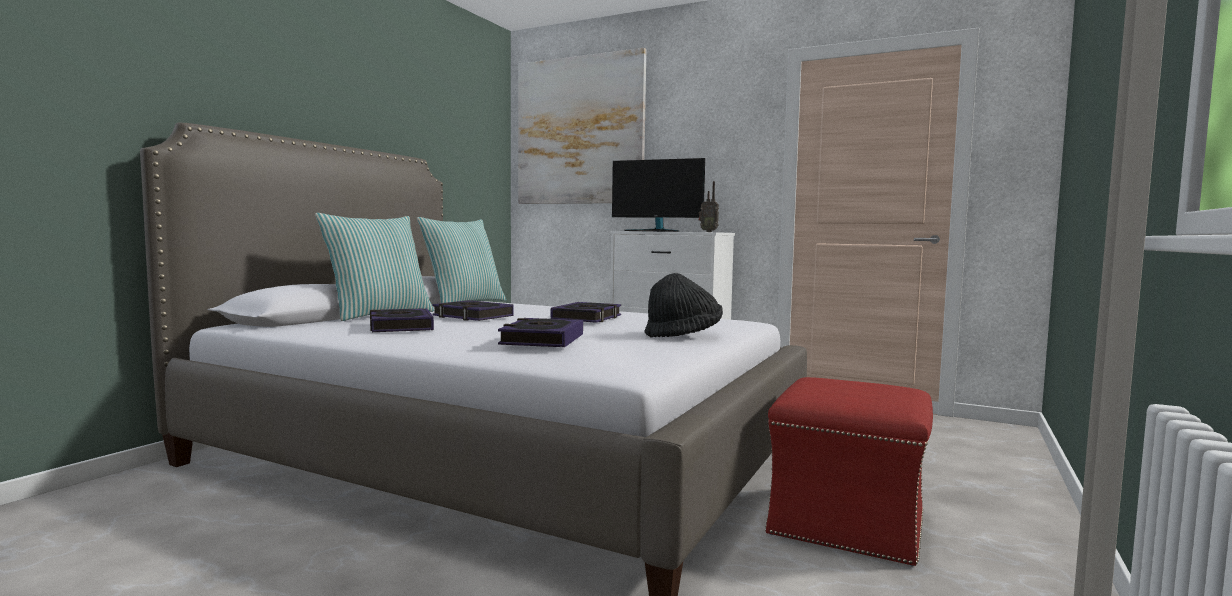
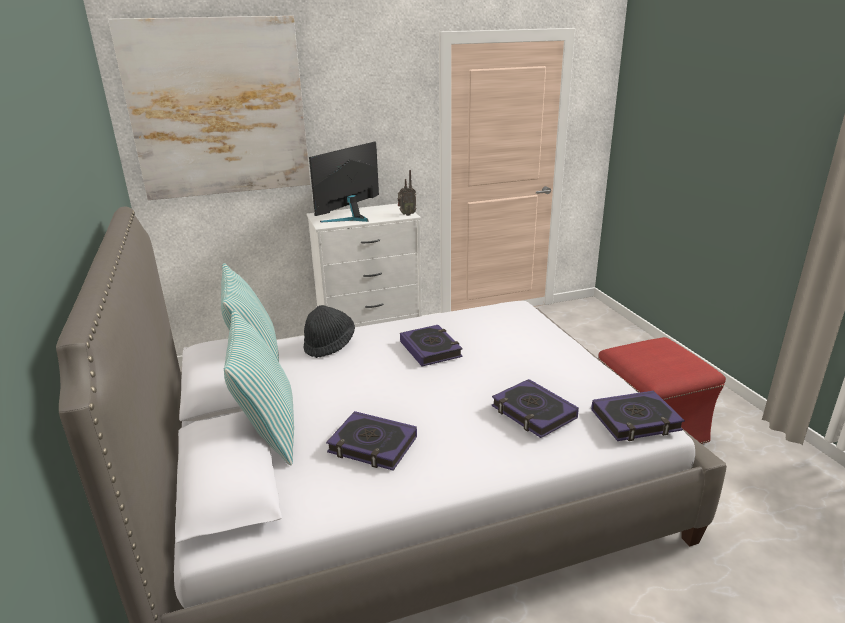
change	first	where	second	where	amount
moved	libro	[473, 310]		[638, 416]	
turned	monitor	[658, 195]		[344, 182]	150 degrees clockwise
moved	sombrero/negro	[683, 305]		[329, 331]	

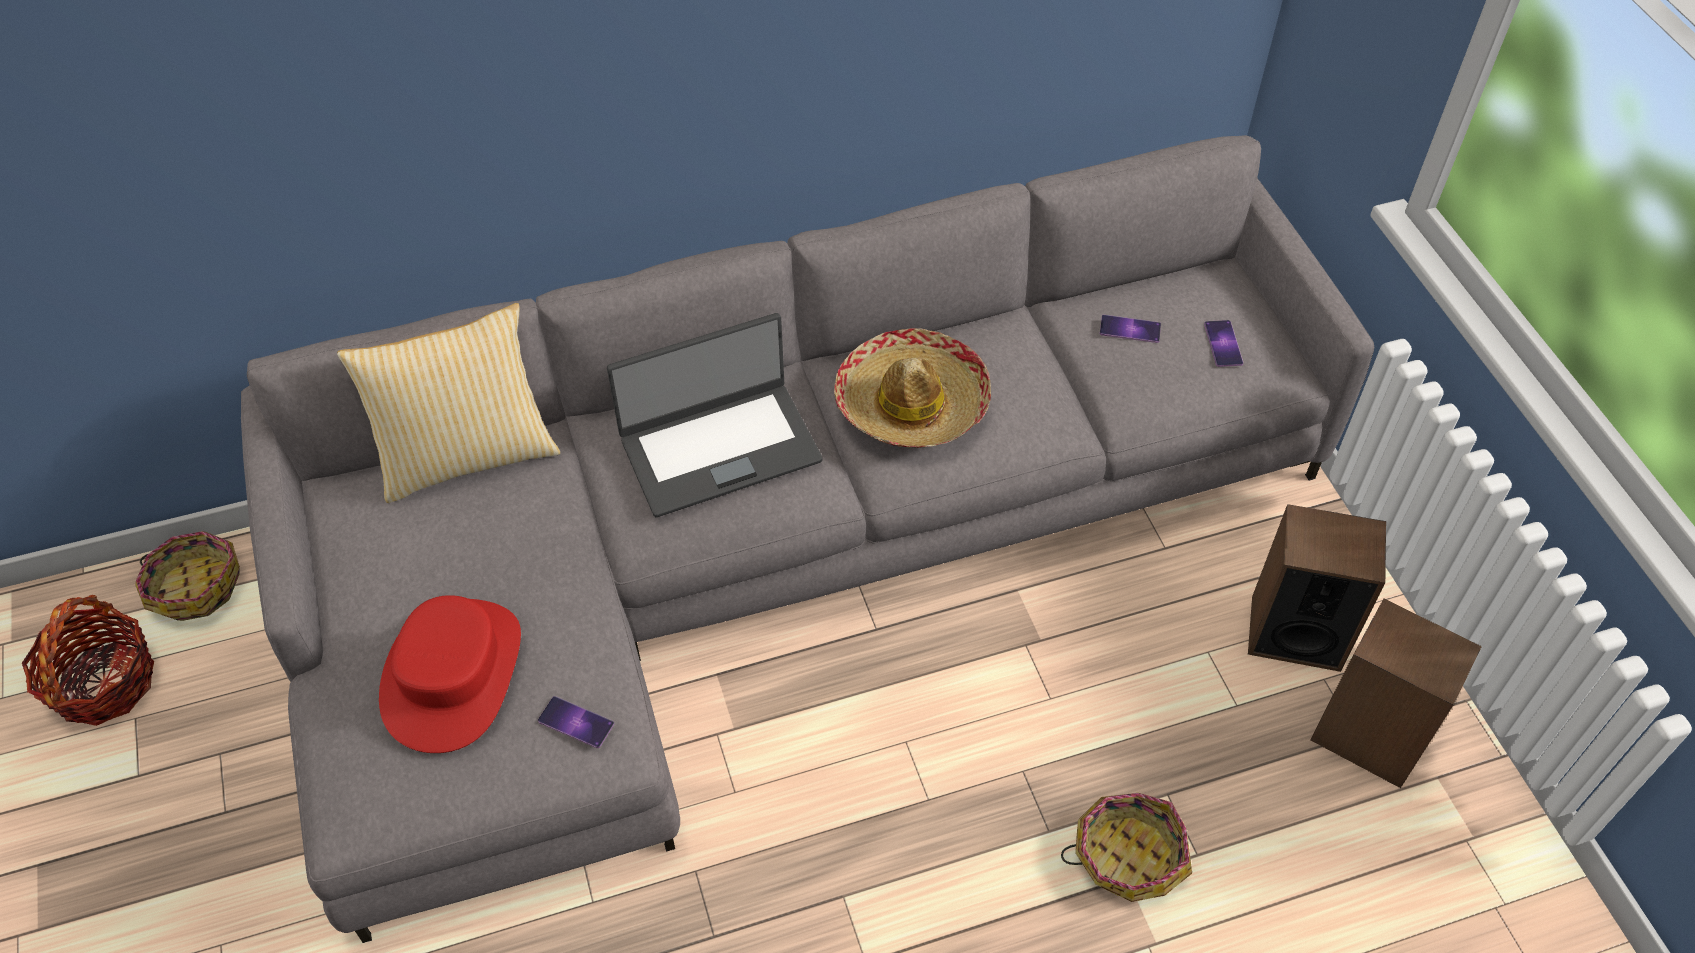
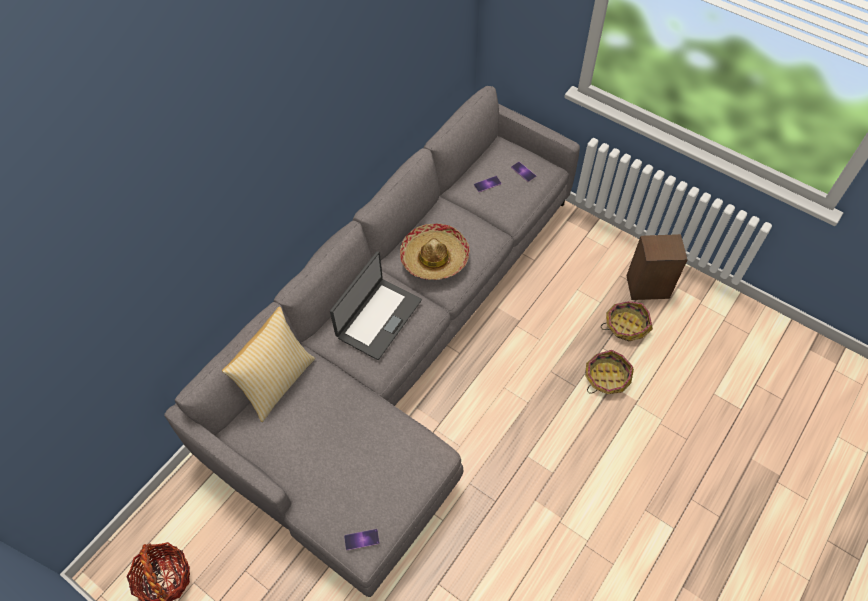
change	first	where	second	where	amount
moved	cesta	[187, 576]		[627, 321]	
removed	sombrero/rojo	[450, 674]			
moved	móvil	[576, 722]		[362, 539]	
removed	altavoz	[1317, 588]			

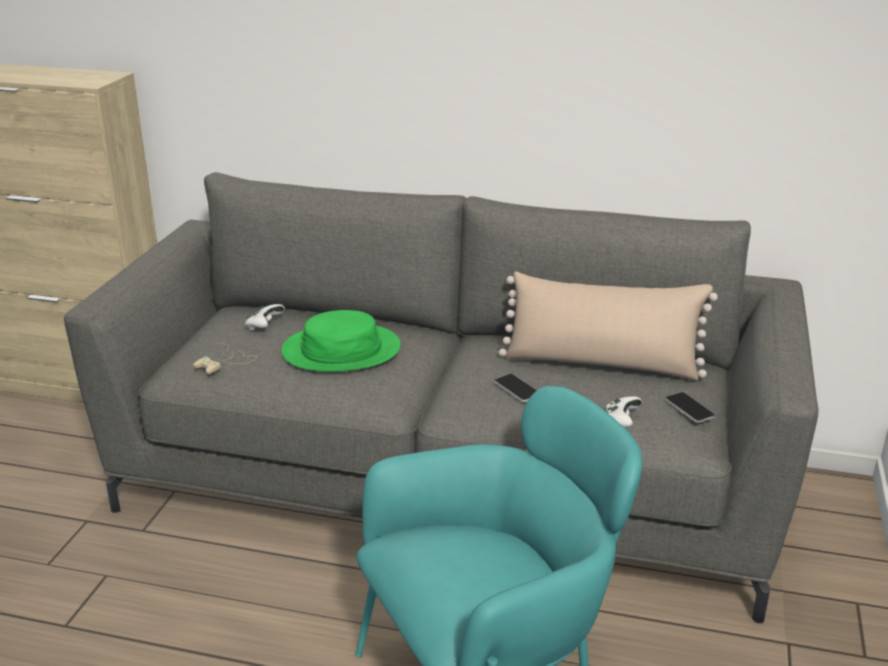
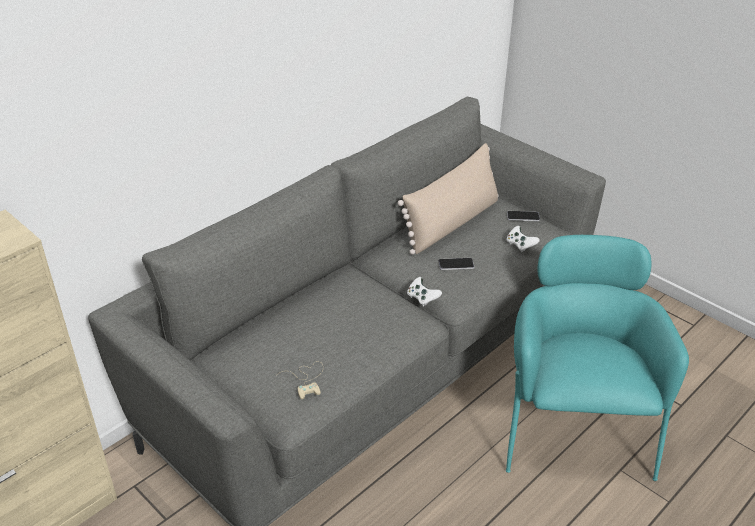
change	first	where	second	where	amount
moved	mando de consola/blanco	[265, 317]		[424, 292]	
removed	sombrero/verde	[341, 341]			

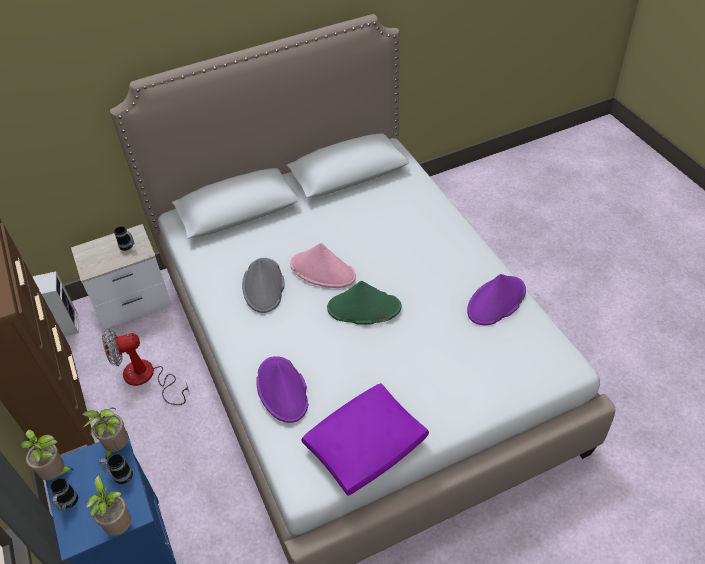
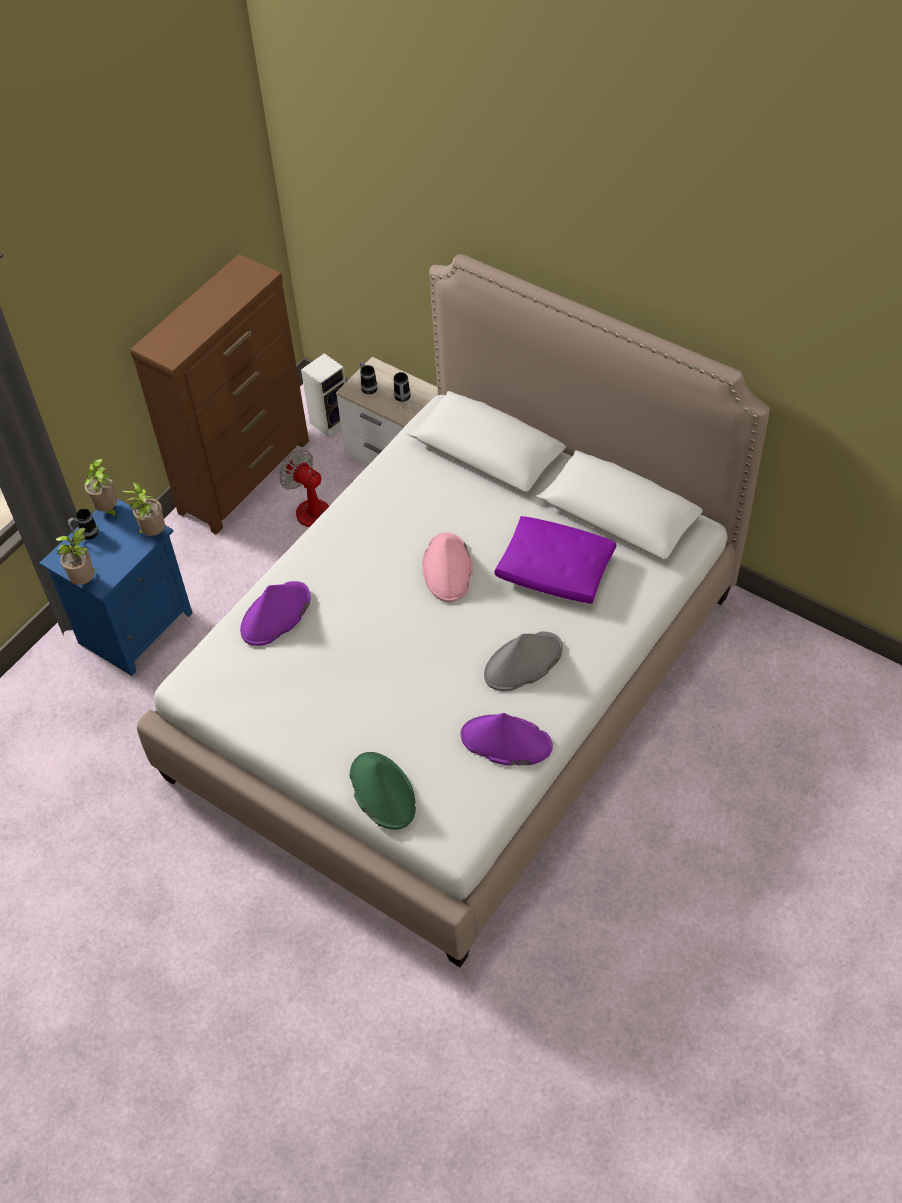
change	first	where	second	where	amount
moved	taza grande	[116, 469]		[368, 377]	
moved	sombrero/gris	[263, 285]		[523, 661]	
moved	cojín/morado	[365, 439]		[555, 559]	
moved	sombrero/verde	[364, 303]		[383, 791]	

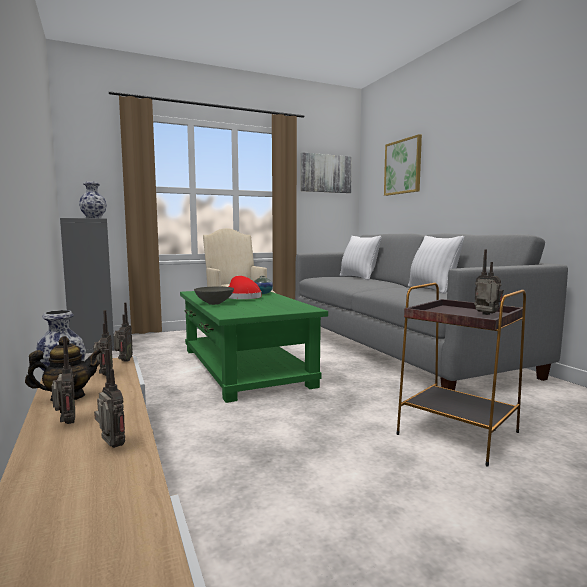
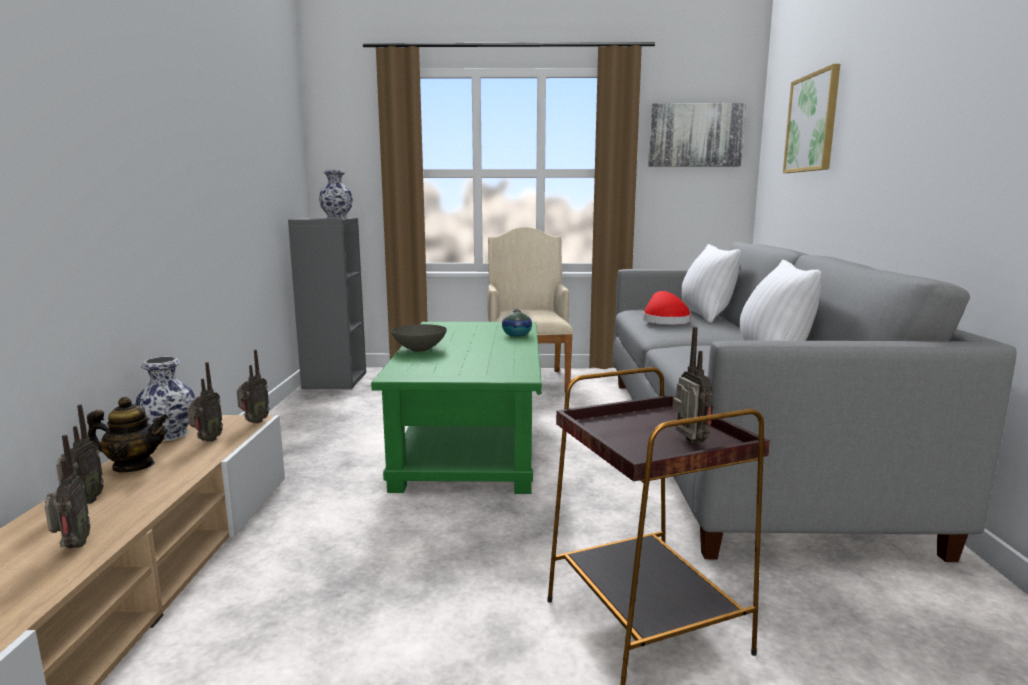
change	first	where	second	where	amount
moved	sombrero/rojo	[245, 287]		[667, 307]	

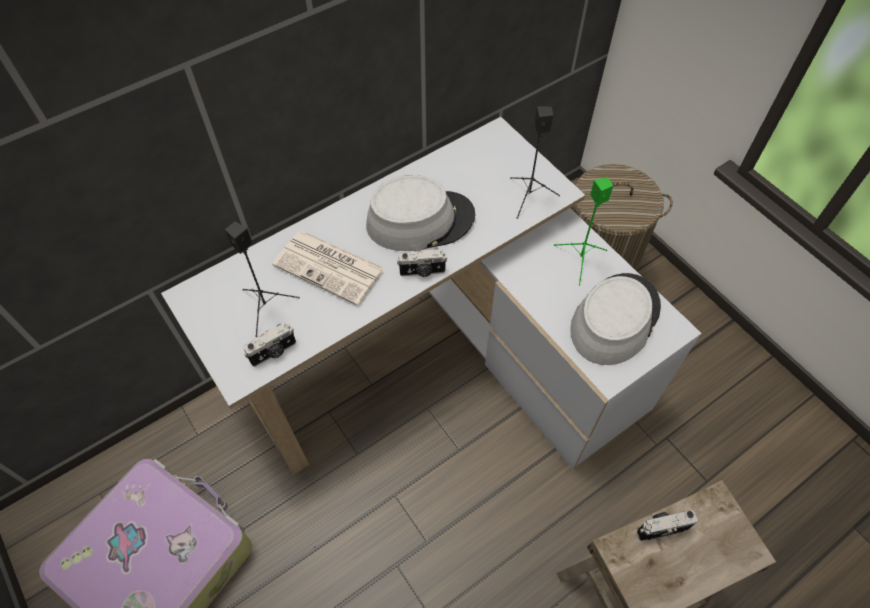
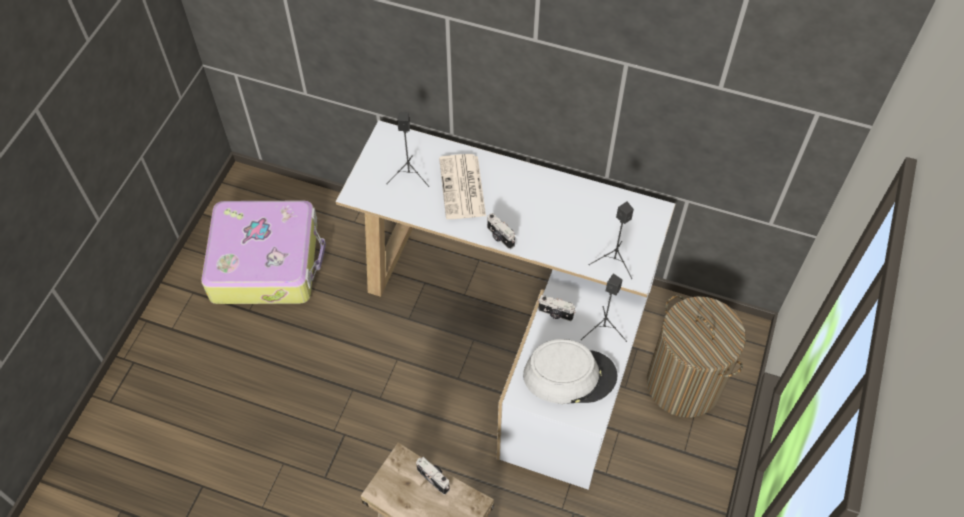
change	first	where	second	where	amount
moved	cámara	[269, 344]		[557, 308]	
removed	sombrero/gris	[420, 213]			
recoloured	altavoz/verde	[583, 231]	altavoz/negro	[604, 308]	

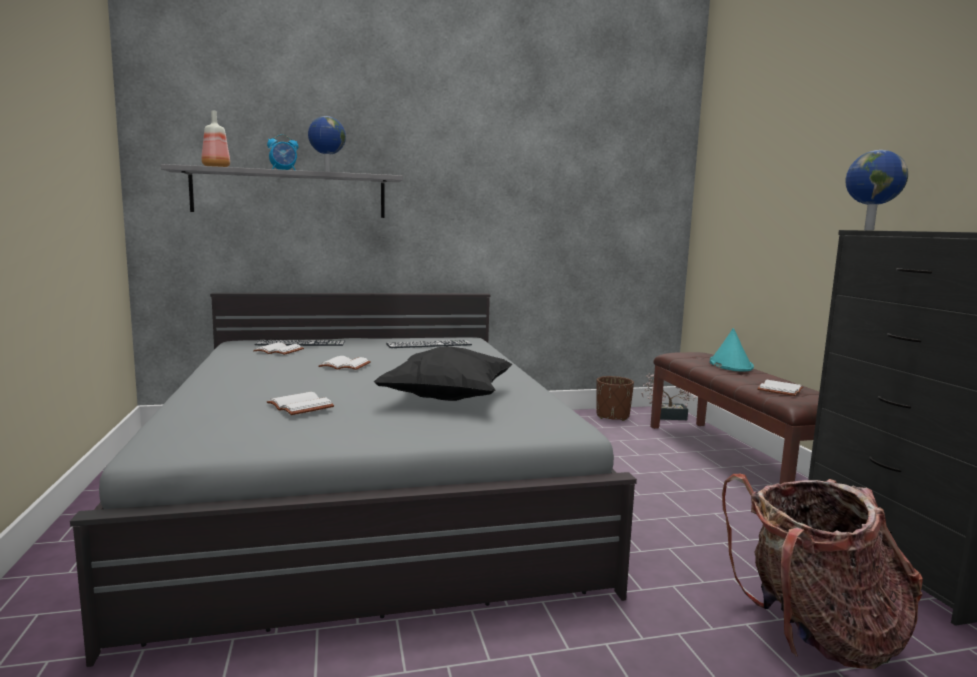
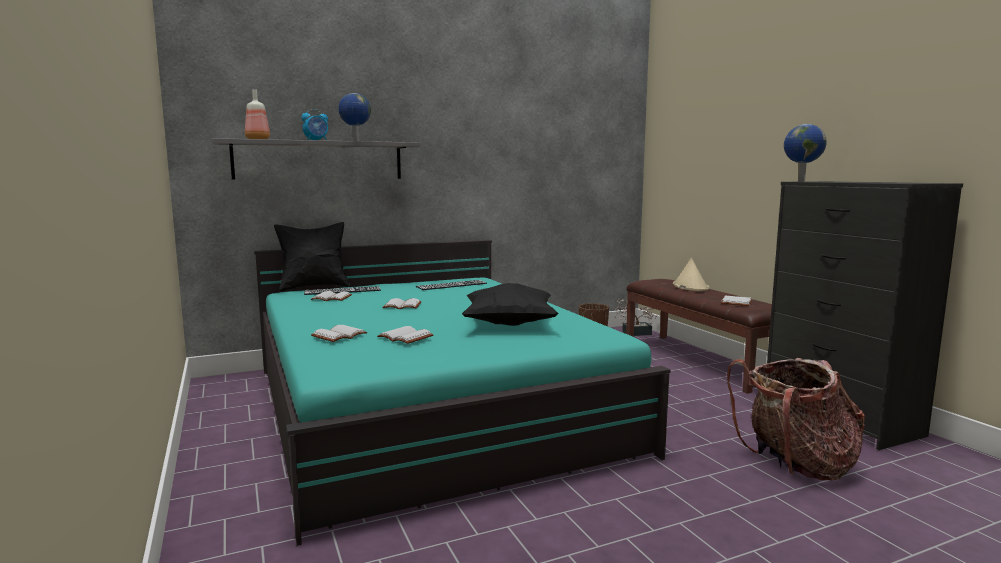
change	first	where	second	where	amount
recoloured	cama/gris	[353, 480]	cama/turquesa	[462, 393]	
recoloured	sombrero/turquesa	[732, 350]	sombrero/beis	[691, 274]	
added			cojín/negro	[312, 257]	
added			libro/blanco	[339, 333]	

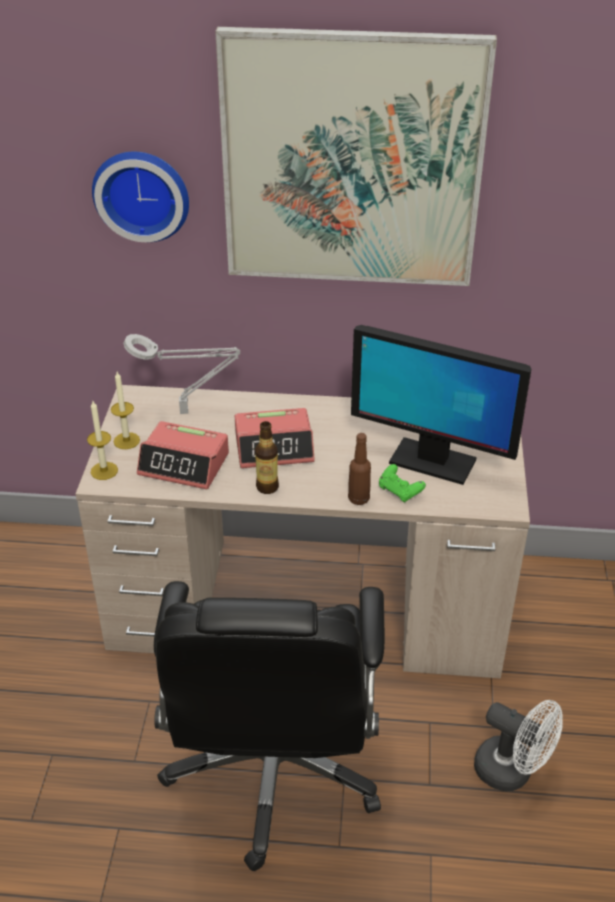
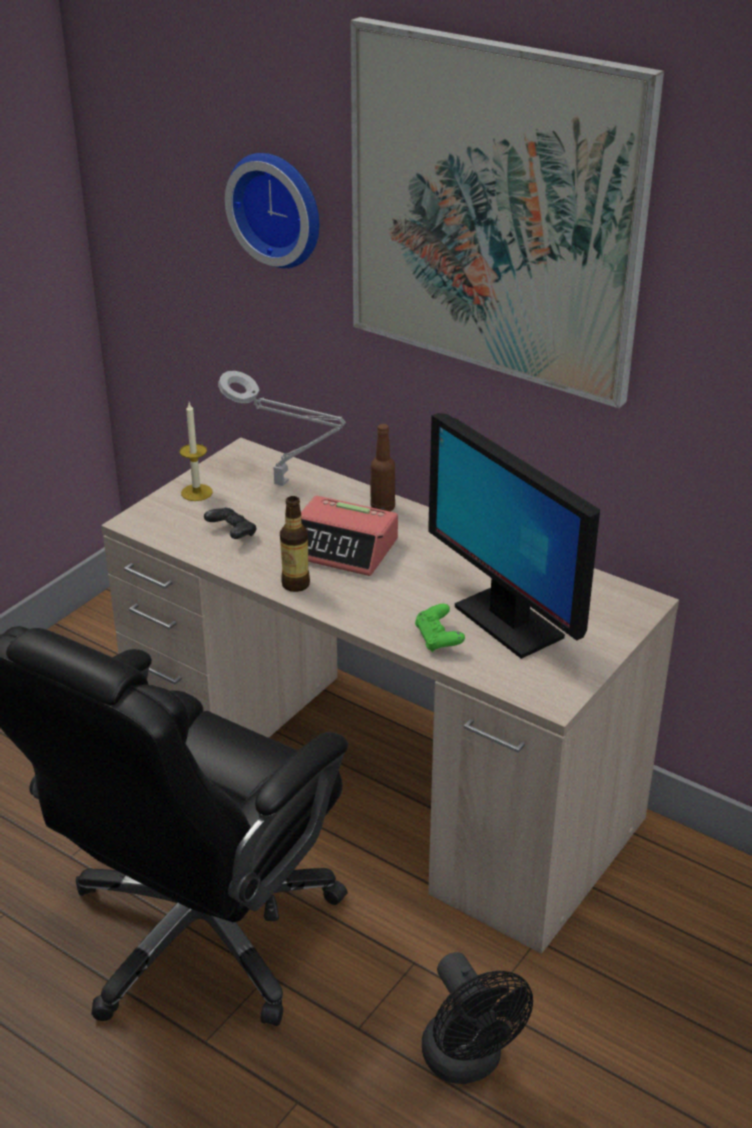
change	first	where	second	where	amount
removed	vela	[102, 440]			
replaced	despertador	[183, 455]	mando de consola/negro	[230, 523]	
moved	botella/marrón	[359, 469]		[382, 468]	
recoloured	ventilador/blanco	[518, 745]	ventilador/negro	[477, 1018]	

